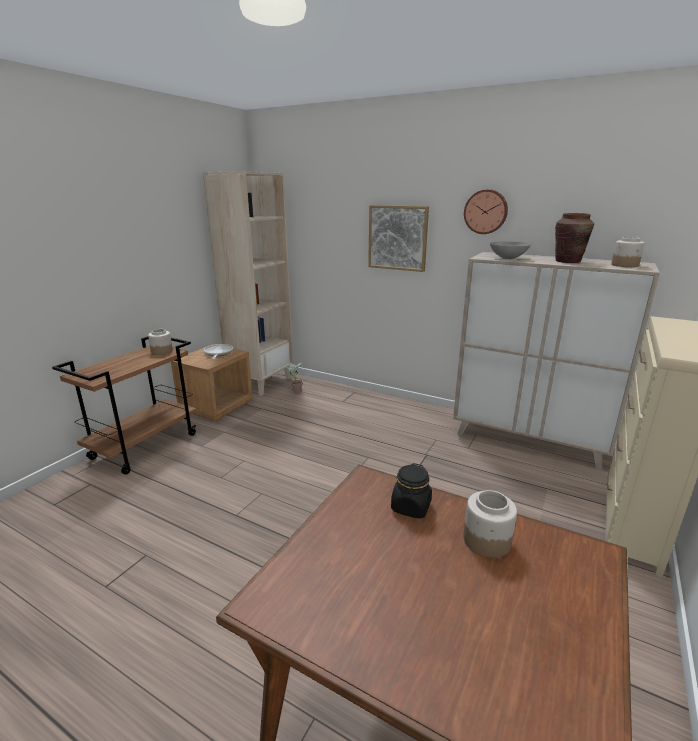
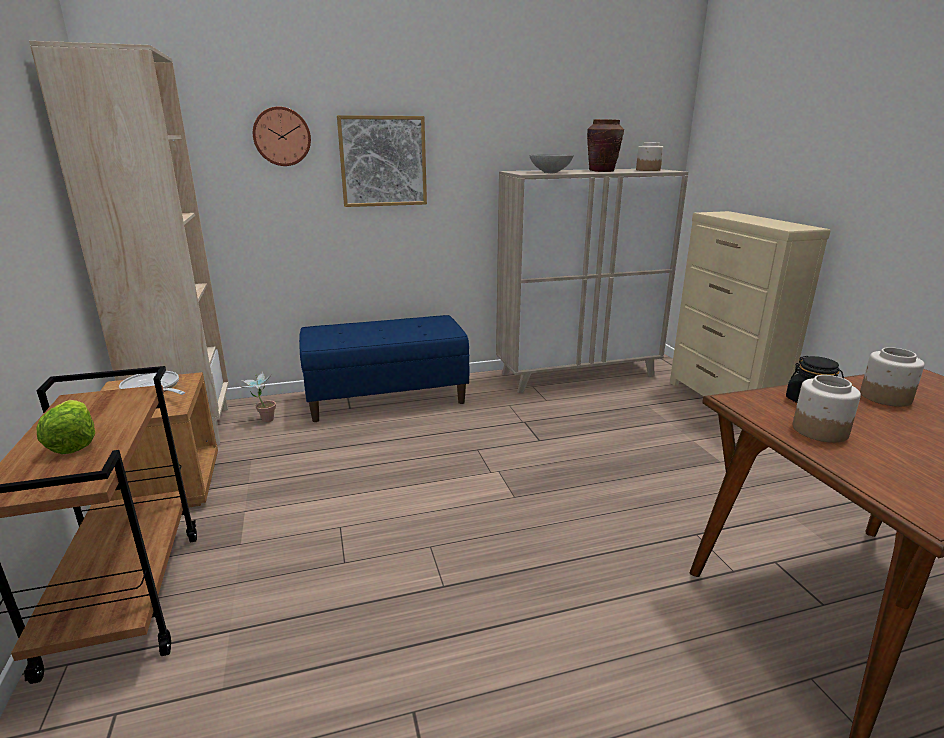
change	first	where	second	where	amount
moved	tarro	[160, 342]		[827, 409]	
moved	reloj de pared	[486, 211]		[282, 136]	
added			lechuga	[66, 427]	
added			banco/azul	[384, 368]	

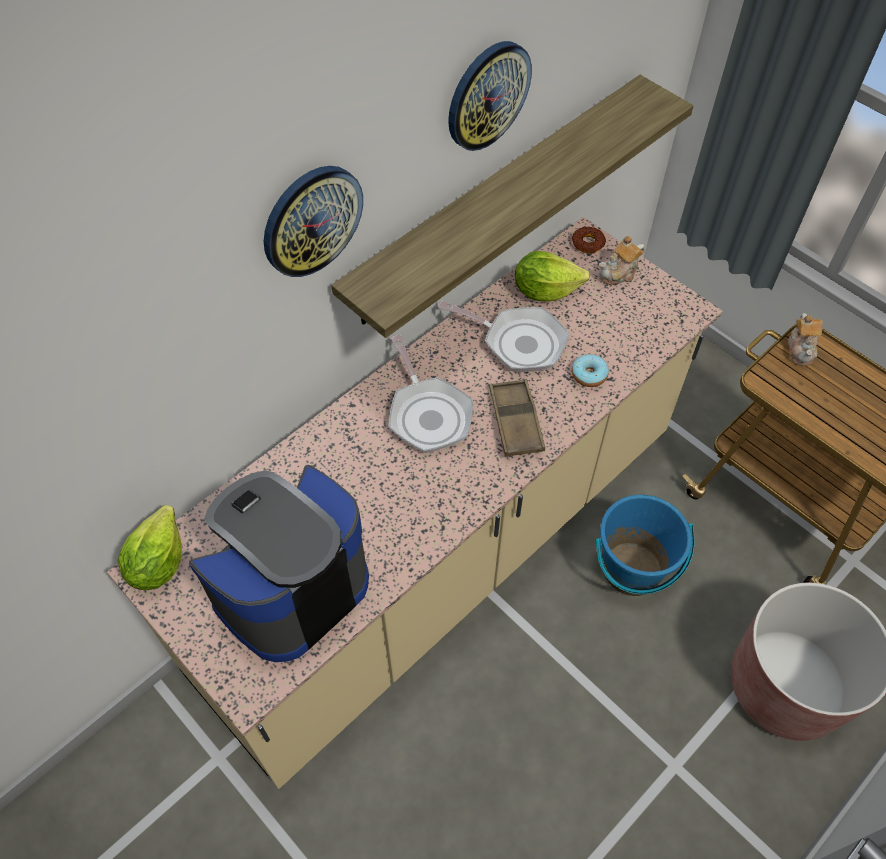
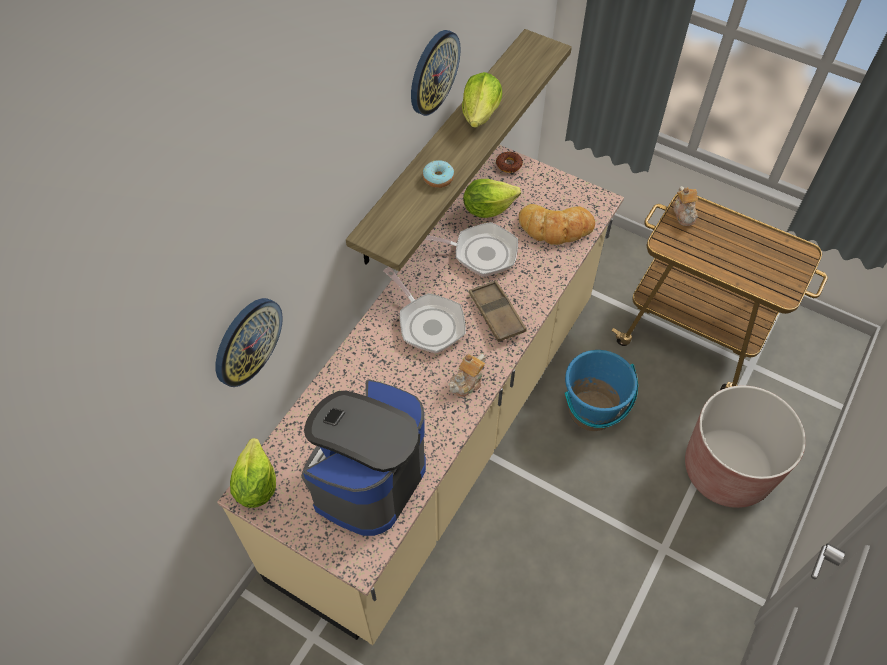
change	first	where	second	where	amount
moved	reloj de pared	[313, 221]		[249, 342]	
moved	rosquilla	[590, 370]		[438, 174]	
moved	tetera	[622, 260]		[467, 375]	
added			lechuga	[482, 100]	
added			pan	[557, 224]	

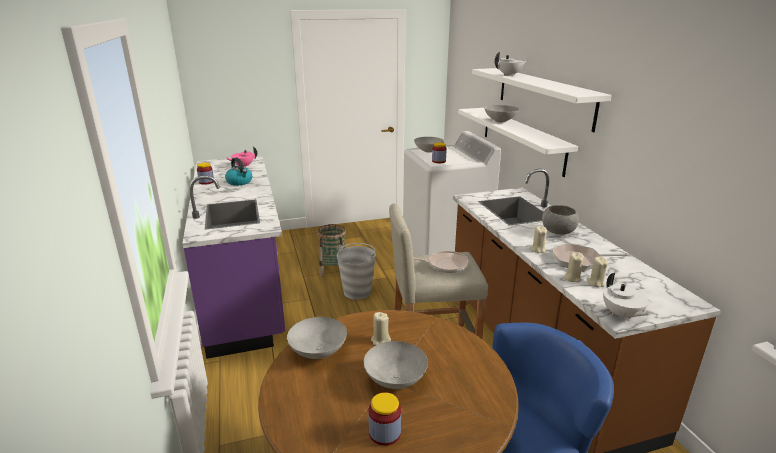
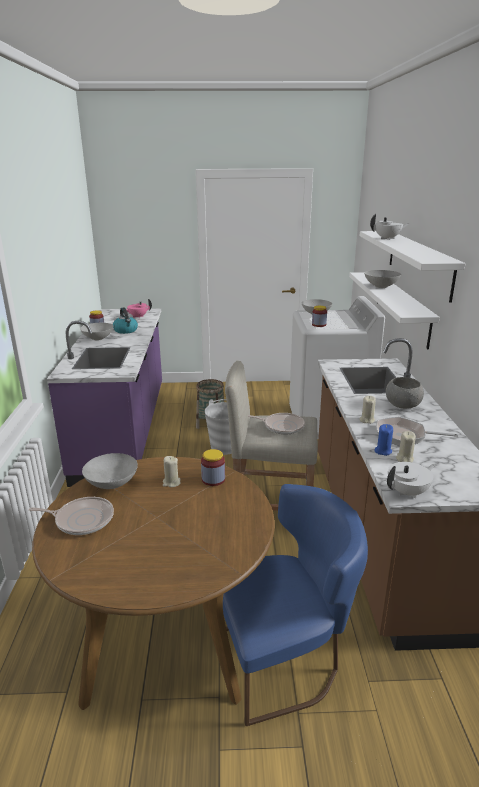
change	first	where	second	where	amount
moved	cuenco/gris	[395, 365]		[96, 332]	
moved	tarro	[384, 419]		[213, 467]	
recoloured	vela/beis	[574, 267]	vela/azul	[384, 440]	
turned	tetera/blanco	[626, 297]		[411, 480]	120 degrees counterclockwise
added			sartén	[71, 516]	

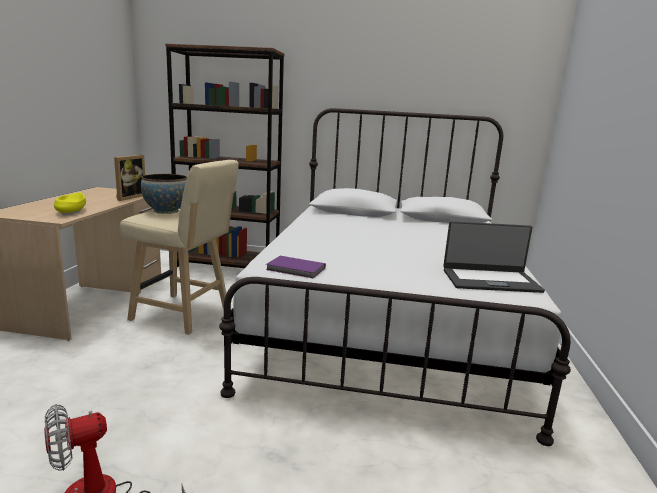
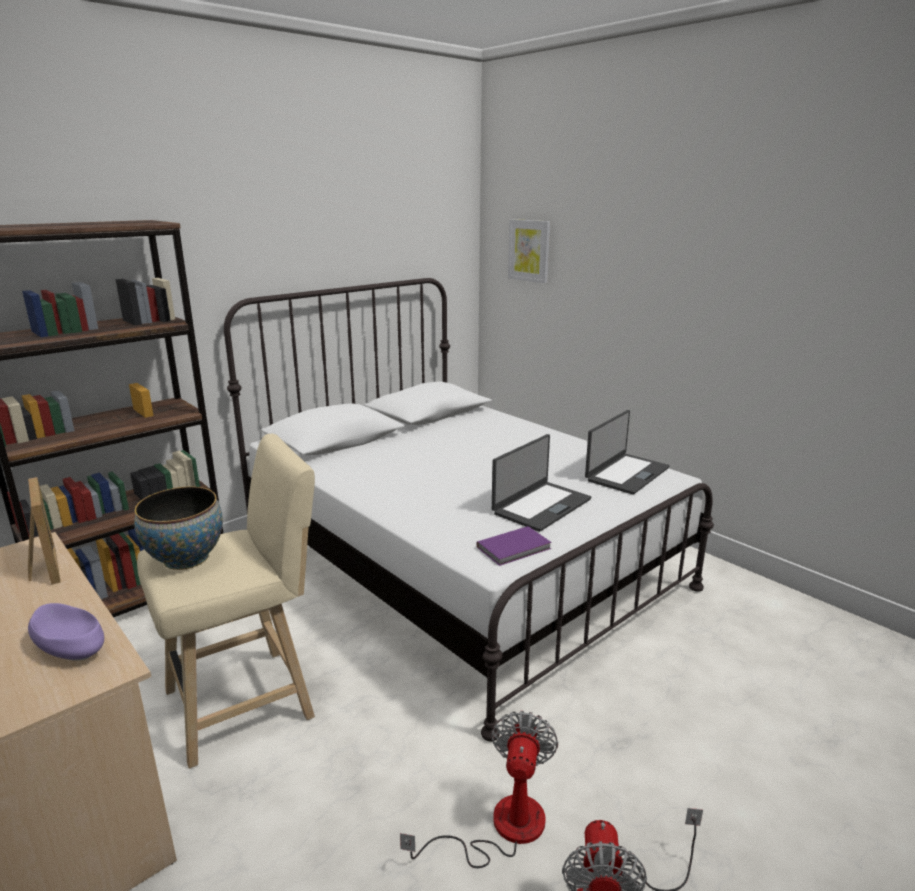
change	first	where	second	where	amount
recoloured	cuenco/amarillo	[70, 203]	cuenco/morado	[66, 632]	
added			ventilador	[479, 789]	
added			portátil	[541, 483]	
added			cuadro	[529, 251]	

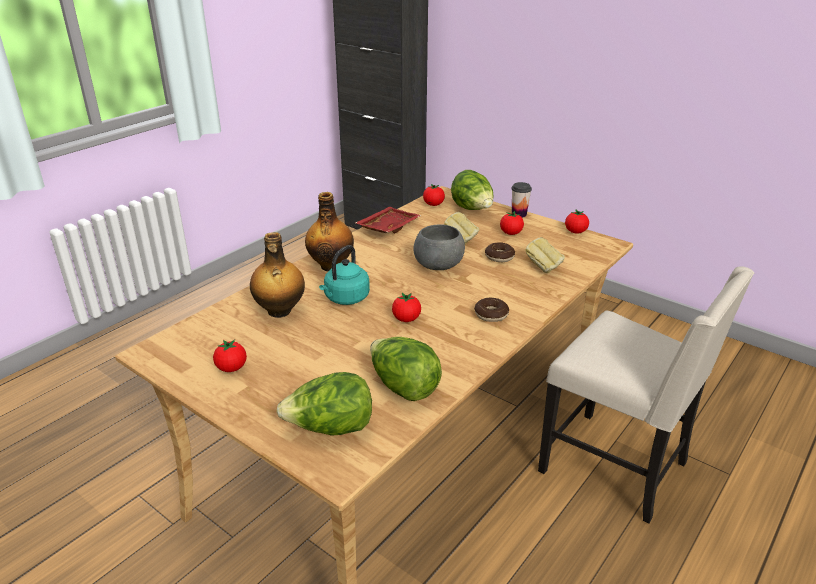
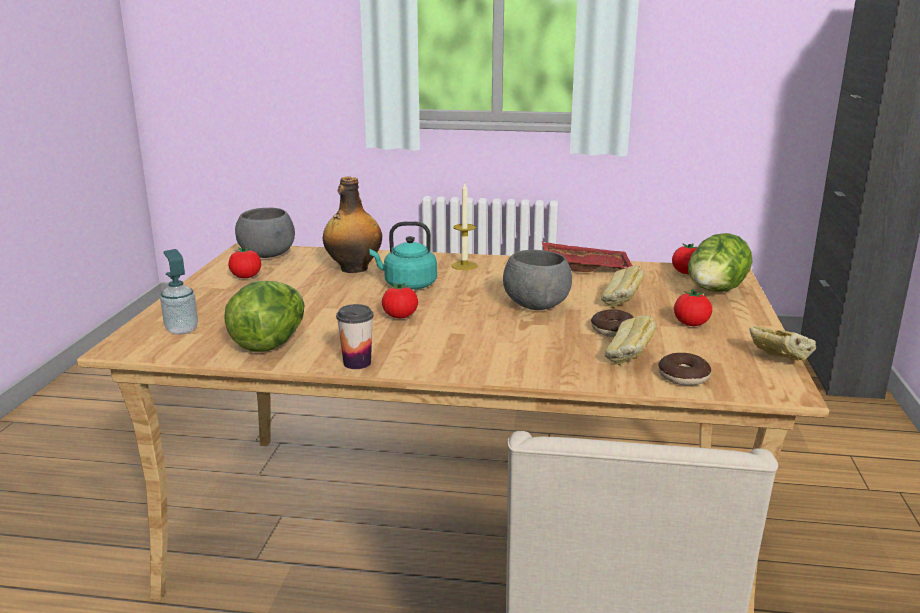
change	first	where	second	where	amount
replaced	lechuga	[324, 404]	dispensador de jabón	[179, 292]	
replaced	botella	[329, 232]	vela	[465, 226]	
moved	rosquilla	[491, 310]		[685, 369]	
moved	taza	[521, 200]		[355, 336]	
replaced	tomate	[577, 222]	pan	[782, 343]	
added			cuenco/gris	[265, 233]	

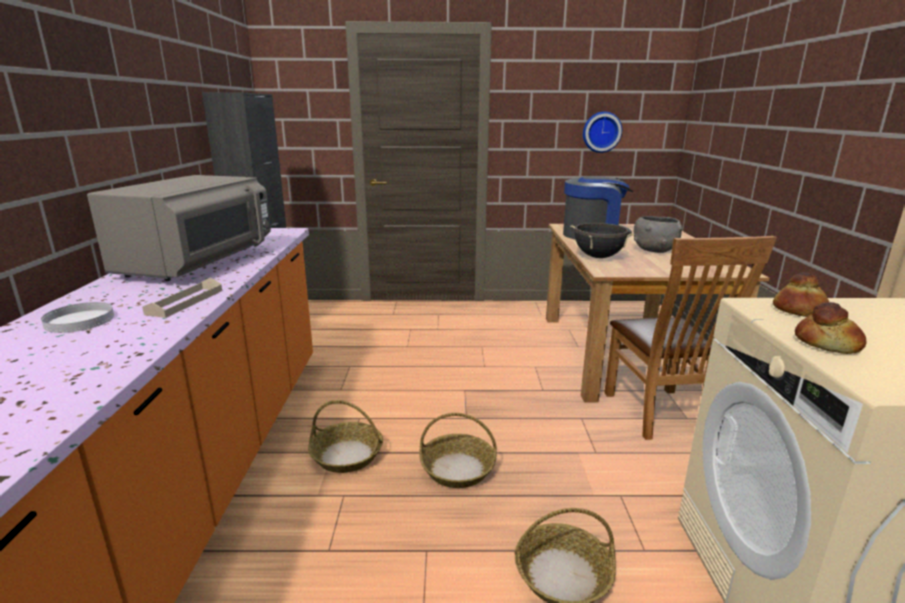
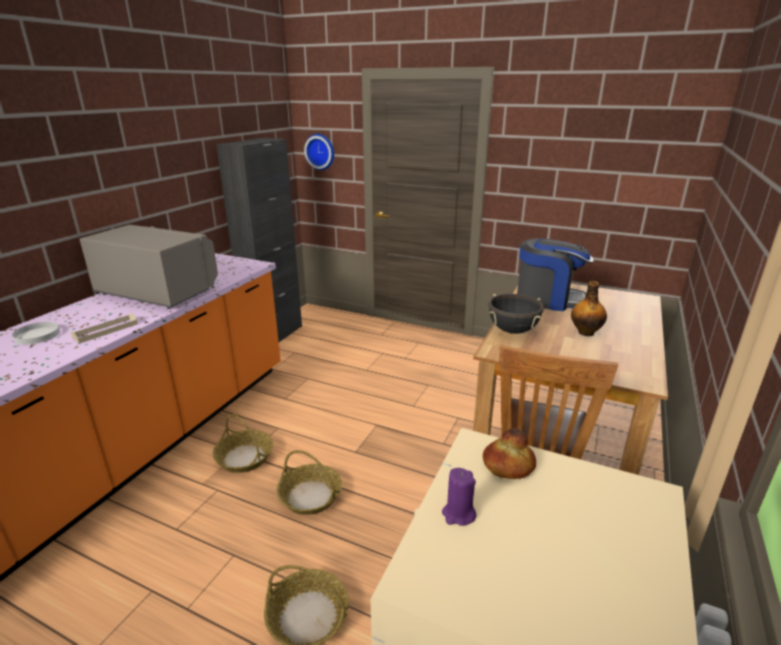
change	first	where	second	where	amount
turned	microondas/gris	[179, 228]		[149, 267]	105 degrees counterclockwise
moved	reloj de pared	[602, 132]		[319, 152]	
replaced	cuenco/gris	[658, 234]	botella	[589, 308]	
replaced	pan	[831, 328]	vela/morado	[459, 497]	

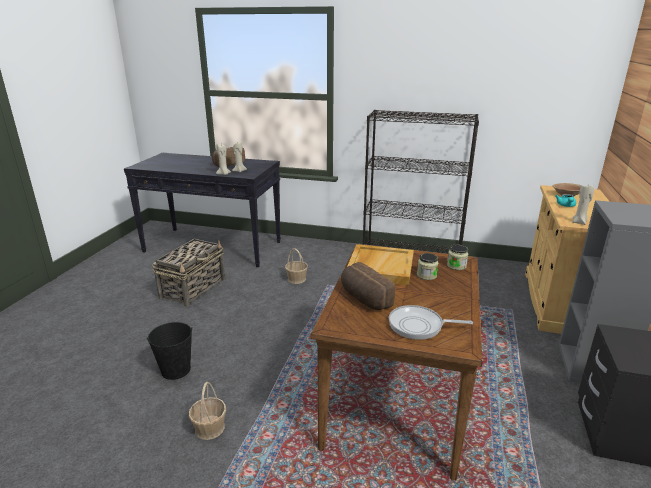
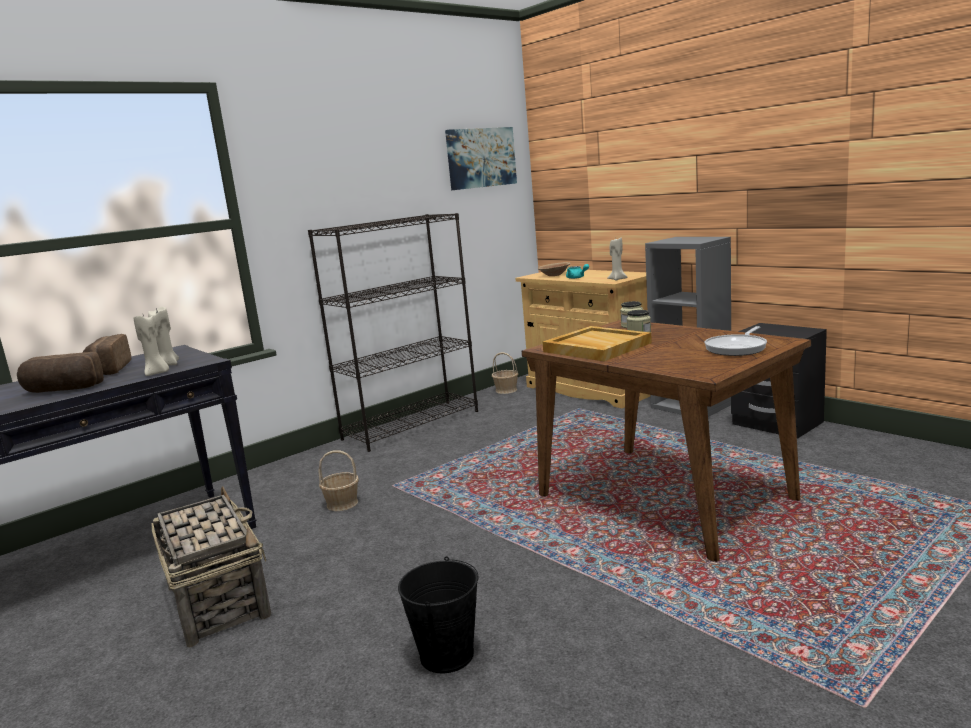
change	first	where	second	where	amount
moved	cesta	[207, 411]		[505, 373]	
moved	pan	[368, 286]		[60, 372]	
added			cuadro	[481, 158]	

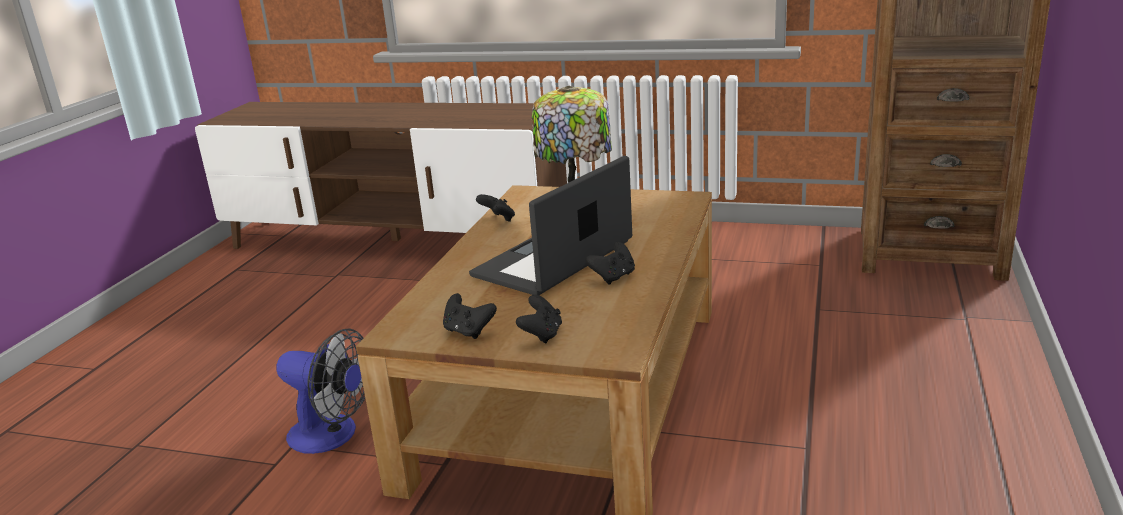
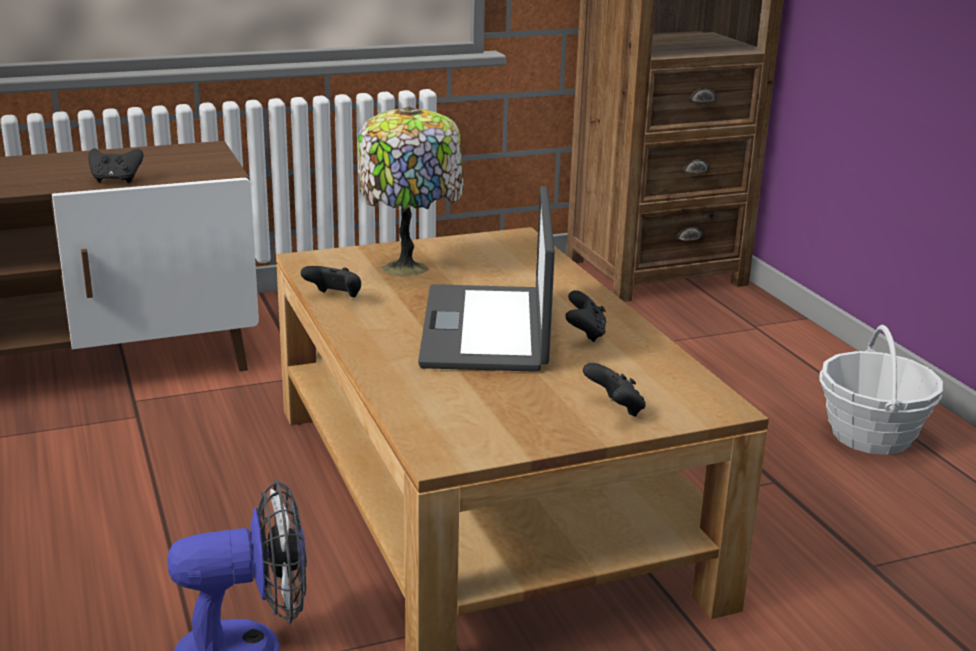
change	first	where	second	where	amount
moved	mando de consola/negro	[470, 316]		[115, 165]	
added			cesta	[881, 390]	

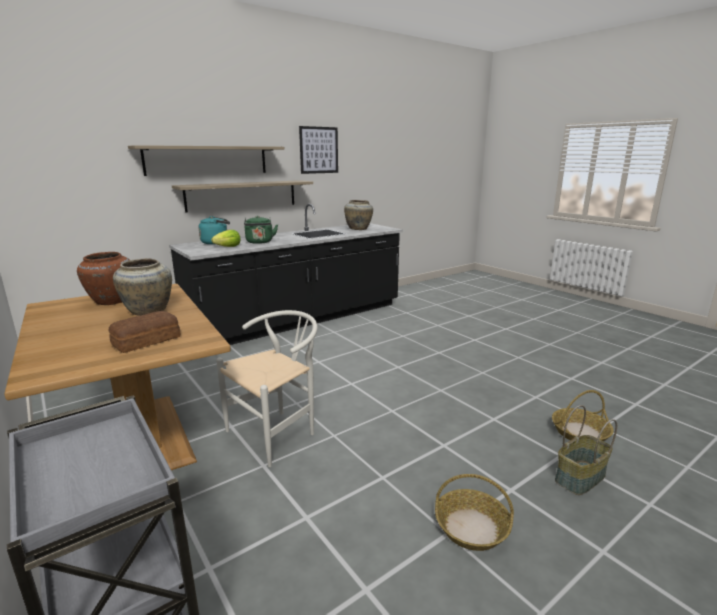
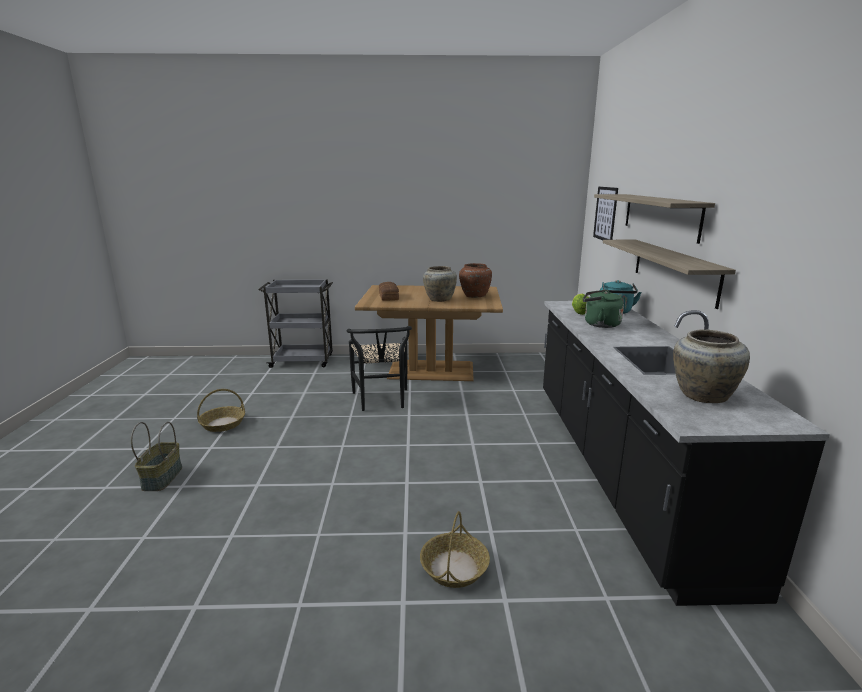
change	first	where	second	where	amount
recoloured	silla/blanco	[267, 388]	silla/negro	[379, 368]	
moved	cuadro	[318, 150]		[605, 213]	
moved	cesta	[583, 416]		[455, 549]	

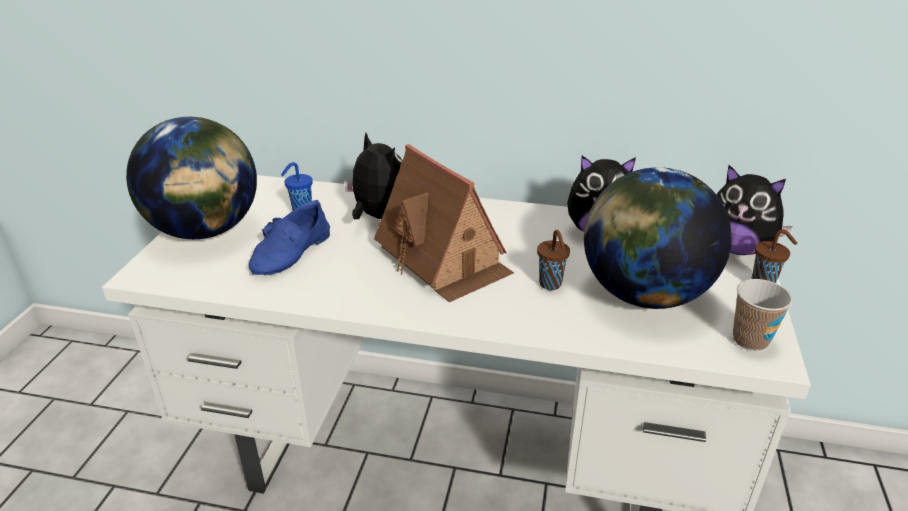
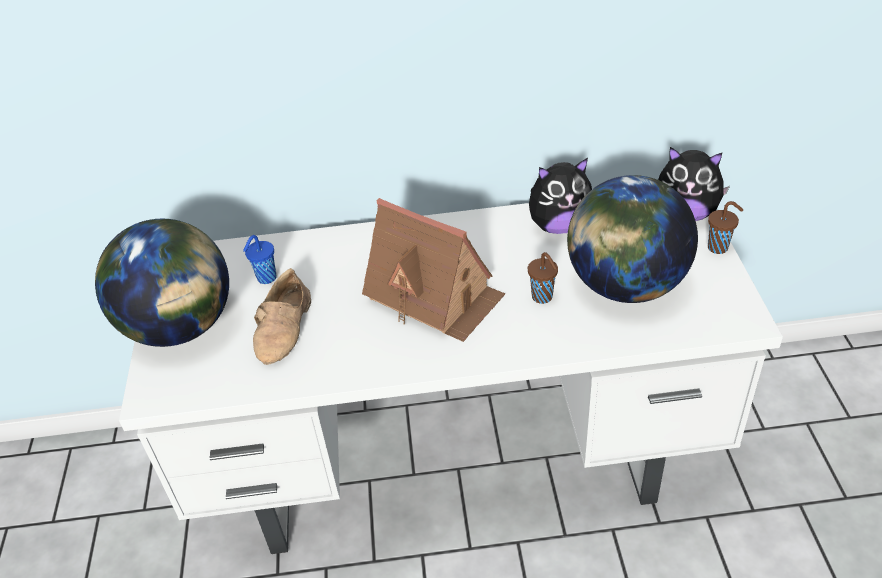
change	first	where	second	where	amount
recoloured	zapato/azul	[289, 237]	zapato/beis	[282, 316]	
removed	peluche	[373, 176]			
removed	taza	[763, 315]			

